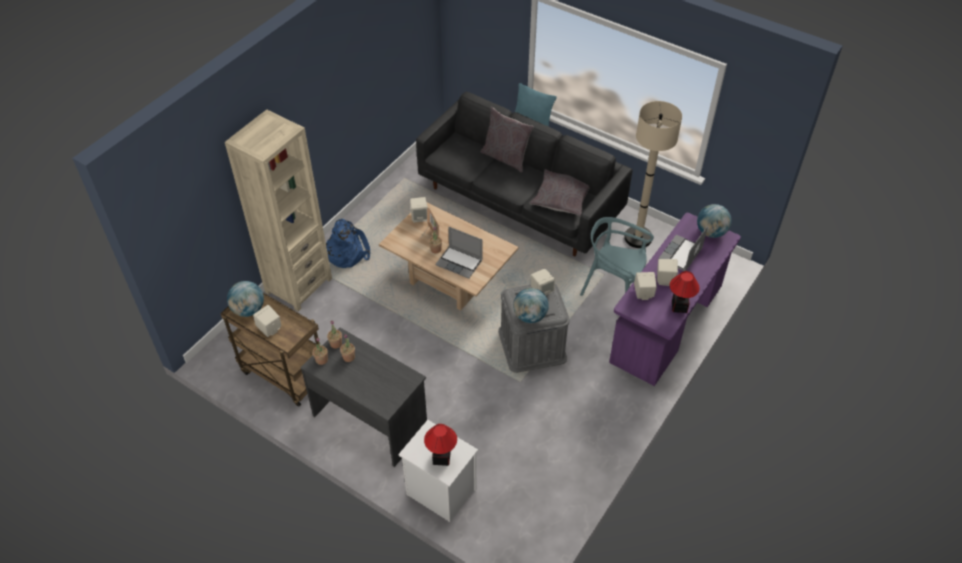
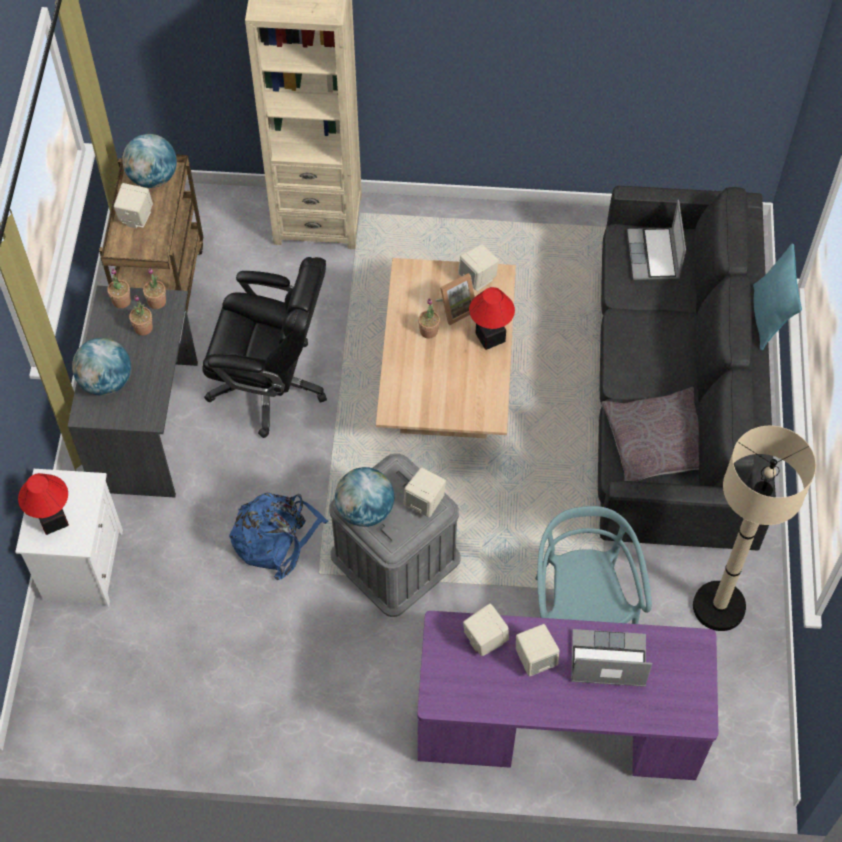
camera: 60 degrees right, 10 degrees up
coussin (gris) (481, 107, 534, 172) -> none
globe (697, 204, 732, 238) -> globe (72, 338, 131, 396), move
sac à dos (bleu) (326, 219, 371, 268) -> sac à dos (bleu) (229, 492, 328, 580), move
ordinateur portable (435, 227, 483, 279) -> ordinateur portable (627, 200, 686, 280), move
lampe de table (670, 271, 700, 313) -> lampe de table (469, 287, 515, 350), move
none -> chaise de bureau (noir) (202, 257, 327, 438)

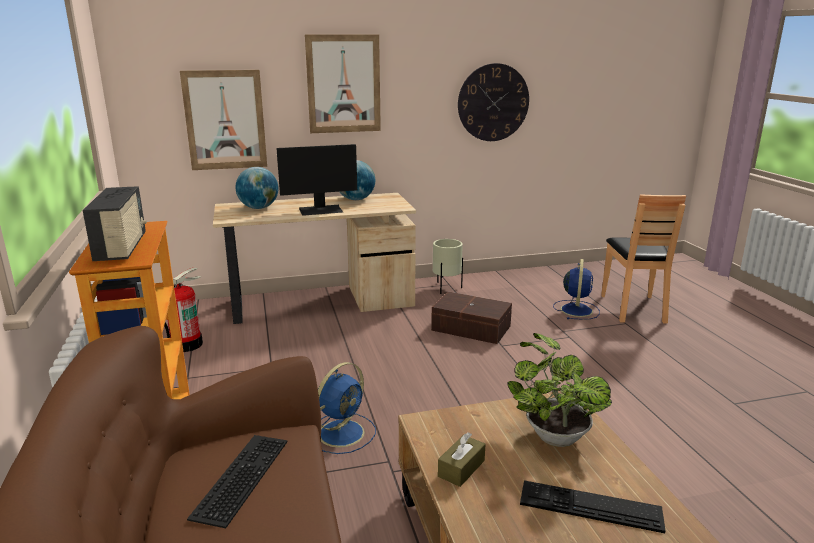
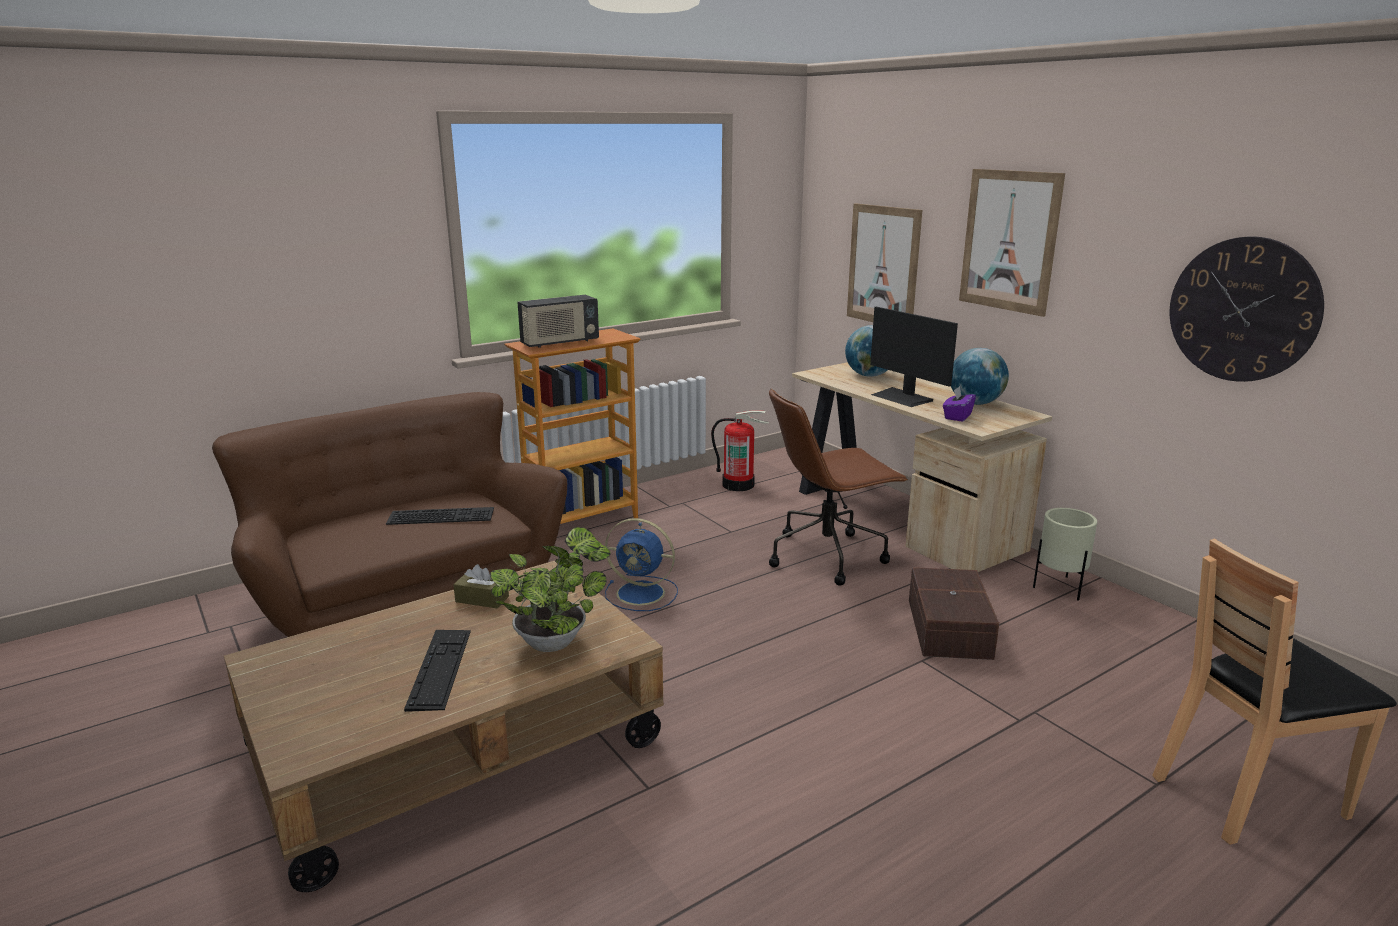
camera: 70 degrees right, 0 degrees up
ventilateur (bleu) (553, 259, 600, 320) -> none
none -> boîte à mouchoirs (violet) (943, 386, 976, 422)
none -> chaise de bureau (marron) (769, 389, 908, 586)

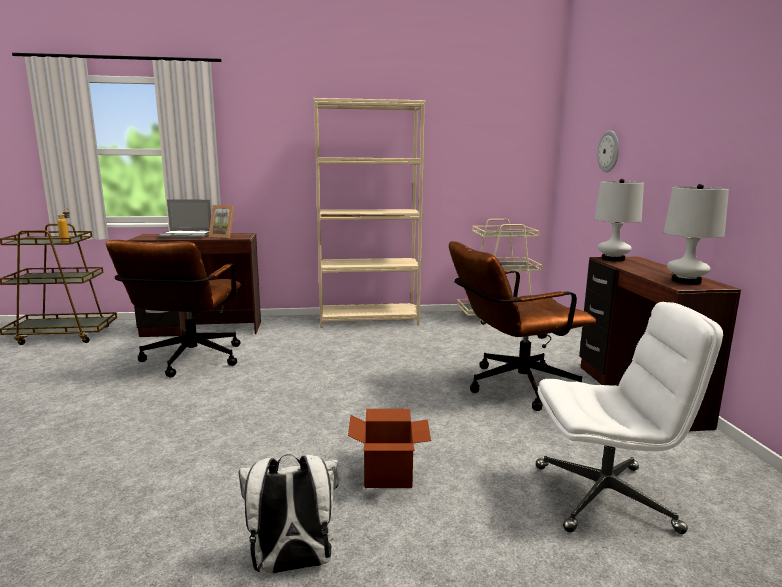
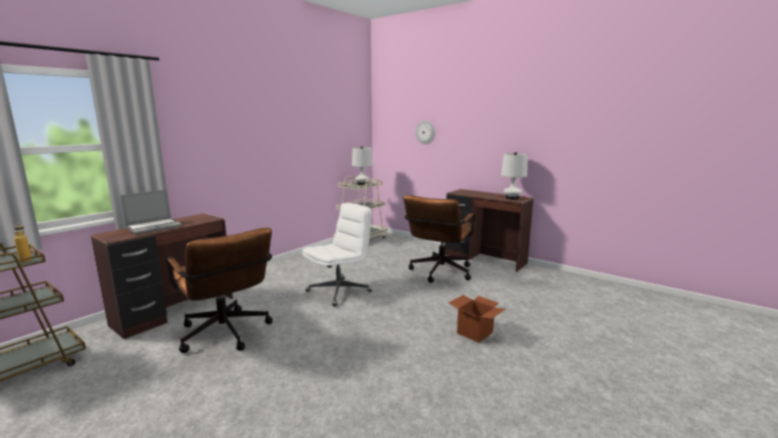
camera: 45 degrees left, 0 degrees up
bibliothèque (beige) (314, 98, 425, 328) -> none
lampe de table (blanc) (594, 179, 644, 261) -> lampe de table (blanc) (352, 146, 373, 185), move
cadre photo (209, 205, 234, 238) -> none
chaise de bureau (blanc) (536, 302, 723, 534) -> chaise de bureau (blanc) (302, 203, 372, 306), move
sac à dos (blanc) (239, 454, 339, 573) -> none

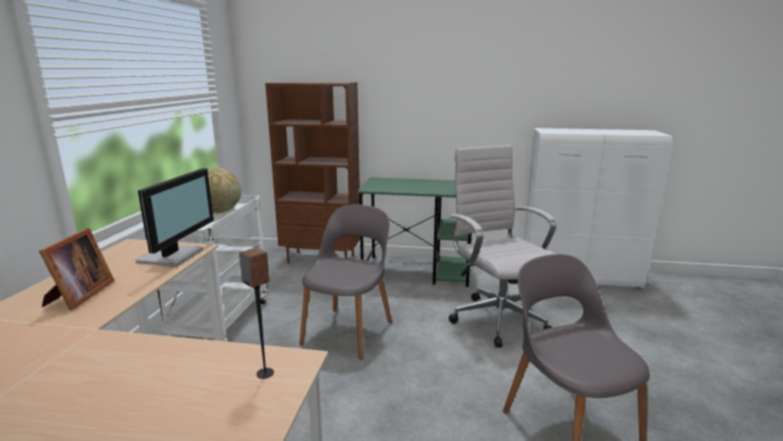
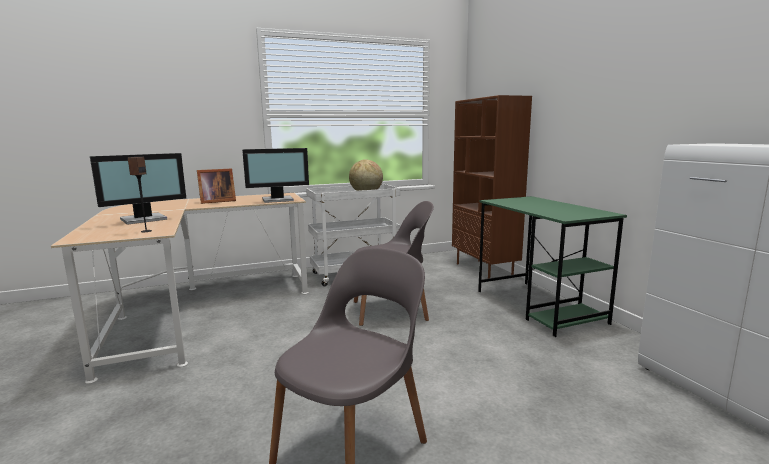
camera: 60 degrees right, 5 degrees down
chaise de bureau (blanc) (449, 145, 557, 348) -> none
none -> écran d'ordinateur (90, 153, 187, 225)

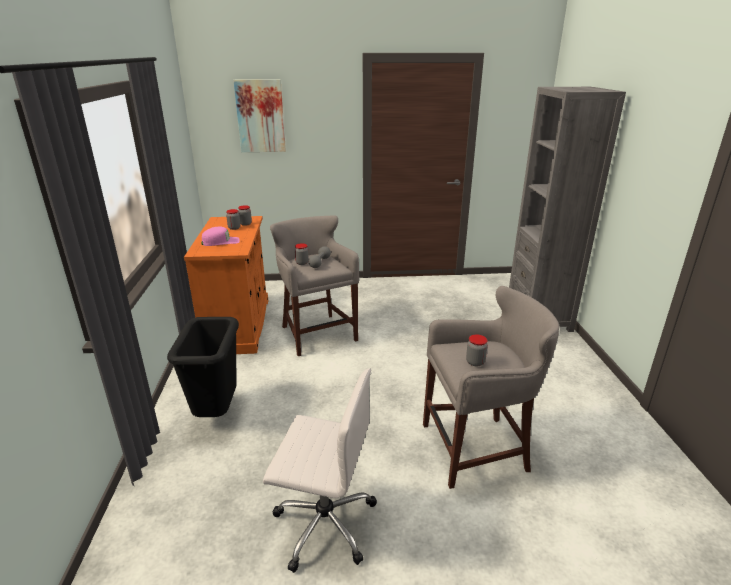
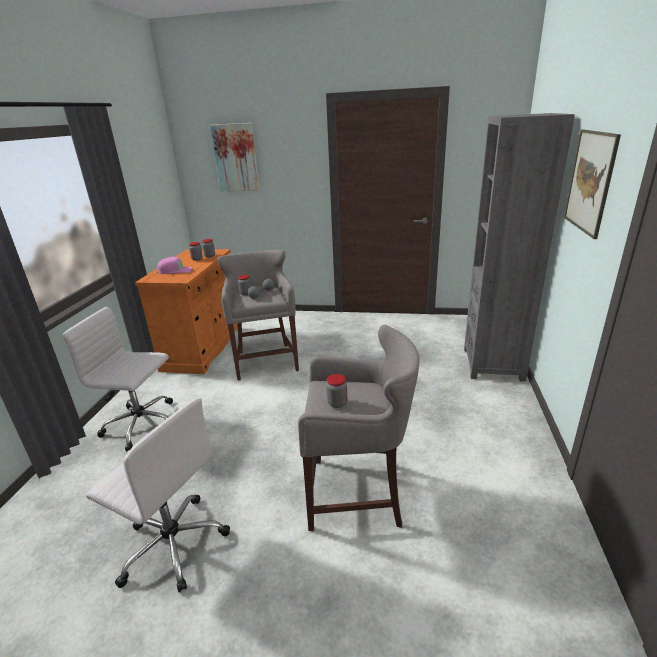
camera: 15 degrees right, 0 degrees up
poubelle (noir) (167, 317, 239, 417) -> chaise de bureau (blanc) (62, 307, 173, 452)
none -> tableau (564, 130, 621, 239)

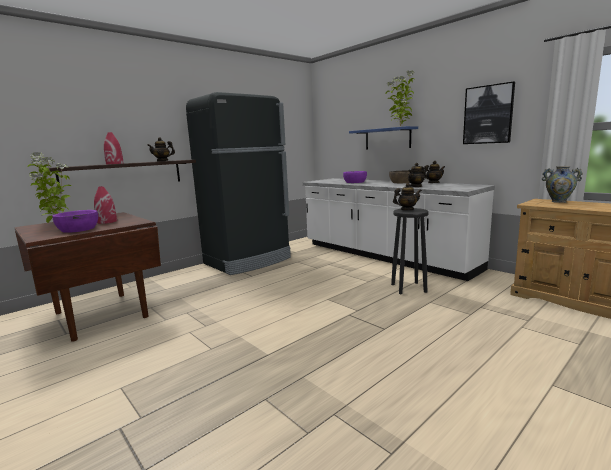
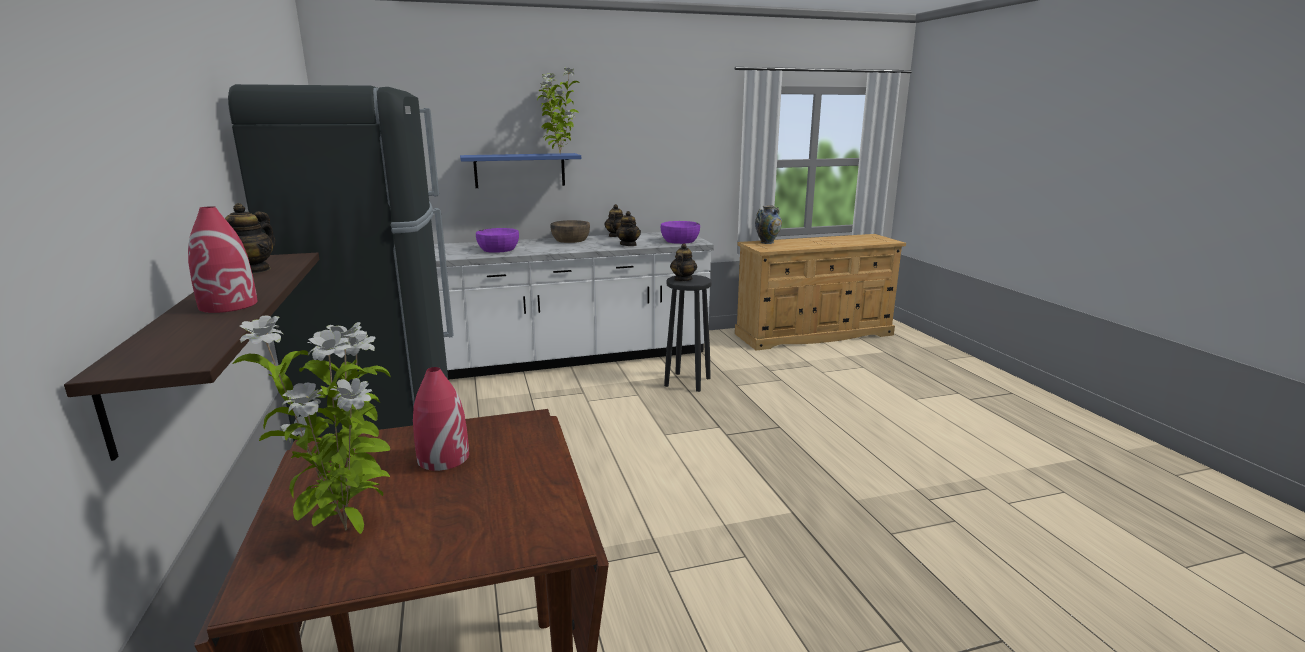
camera: 65 degrees left, 5 degrees up
tableau (463, 81, 515, 144) -> none
bol (violet) (52, 210, 98, 233) -> bol (violet) (661, 221, 700, 244), move

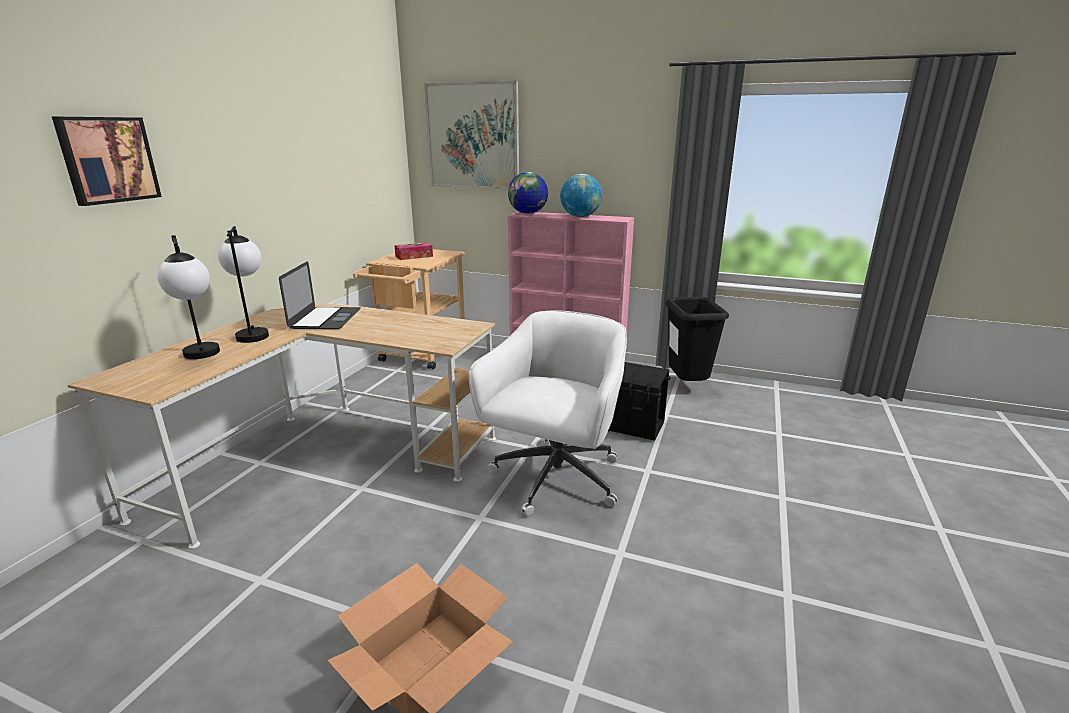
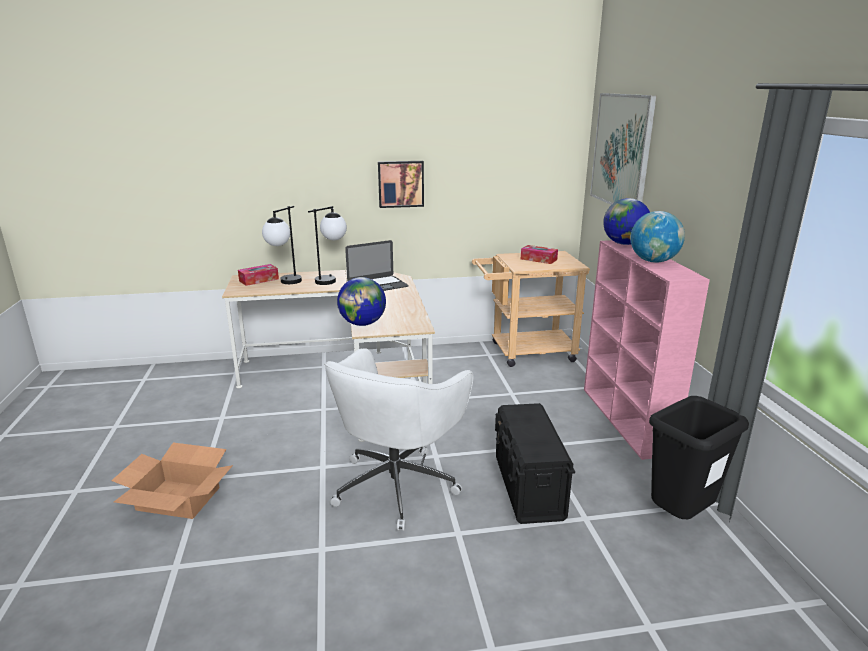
camera: 60 degrees right, 0 degrees up
tableau (52, 117, 162, 206) -> tableau (378, 161, 424, 208), move
chaise de bureau (blanc) (469, 310, 627, 517) -> chaise de bureau (blanc) (324, 348, 473, 531), 120 degrees clockwise
none -> boîte à mouchoirs (238, 264, 279, 286)
none -> globe (337, 277, 386, 326)

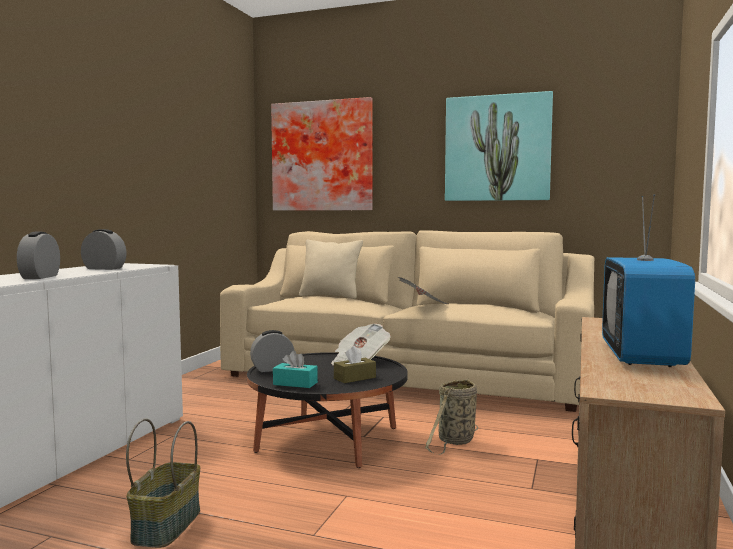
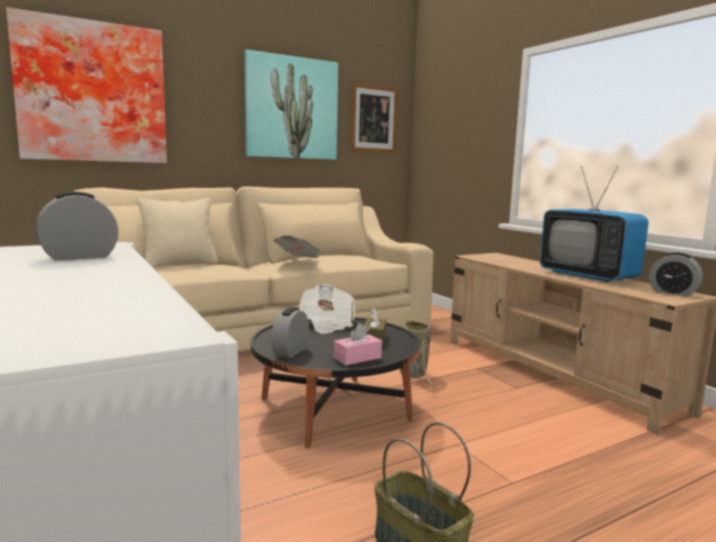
camera: 50 degrees left, 5 degrees up
réveil (17, 232, 60, 279) -> réveil (649, 252, 703, 297), move
boîte à mouchoirs (turquoise) (273, 351, 318, 388) -> boîte à mouchoirs (rose) (334, 323, 382, 365)
none -> tableau (351, 83, 398, 153)

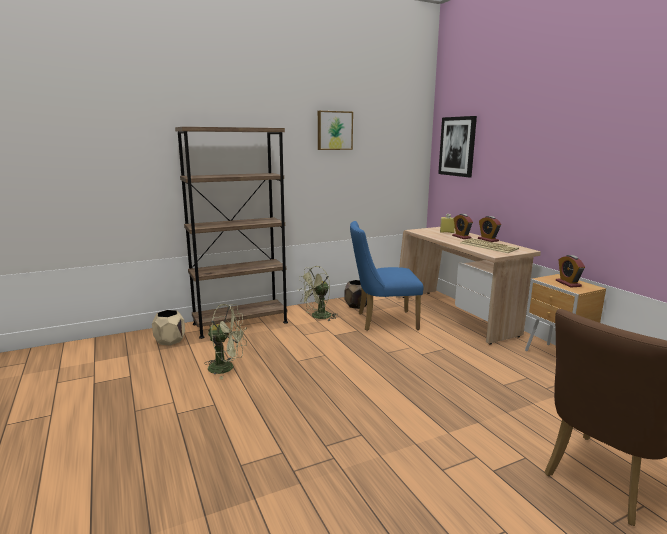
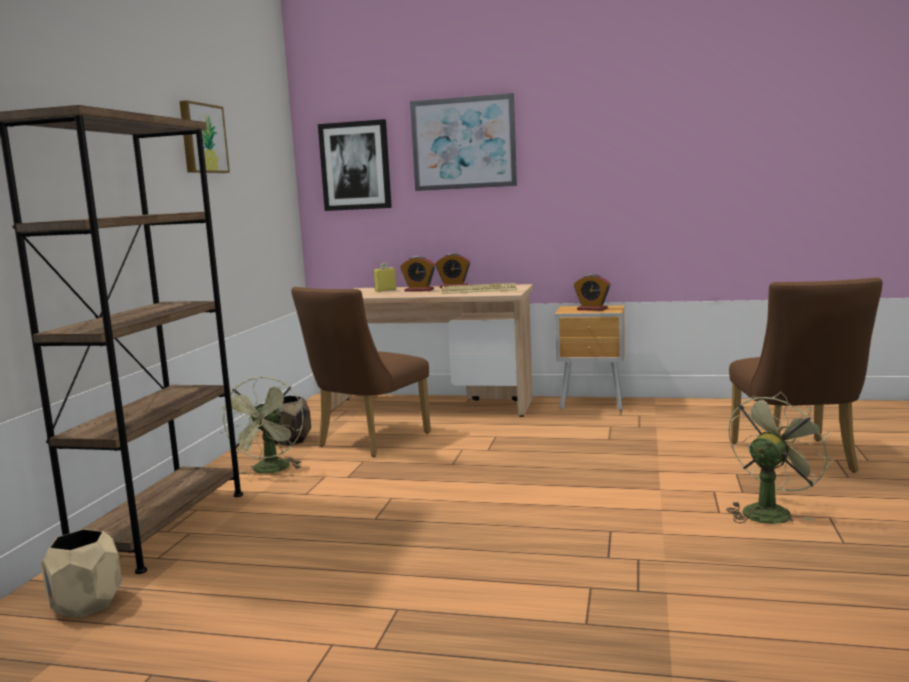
camera: 50 degrees left, 5 degrees down
chaise (bleu) (350, 221, 424, 331) -> chaise (marron) (291, 287, 431, 457)
ventilateur (vert) (204, 304, 247, 380) -> ventilateur (vert) (726, 392, 833, 524), move
none -> tableau (410, 93, 517, 191)

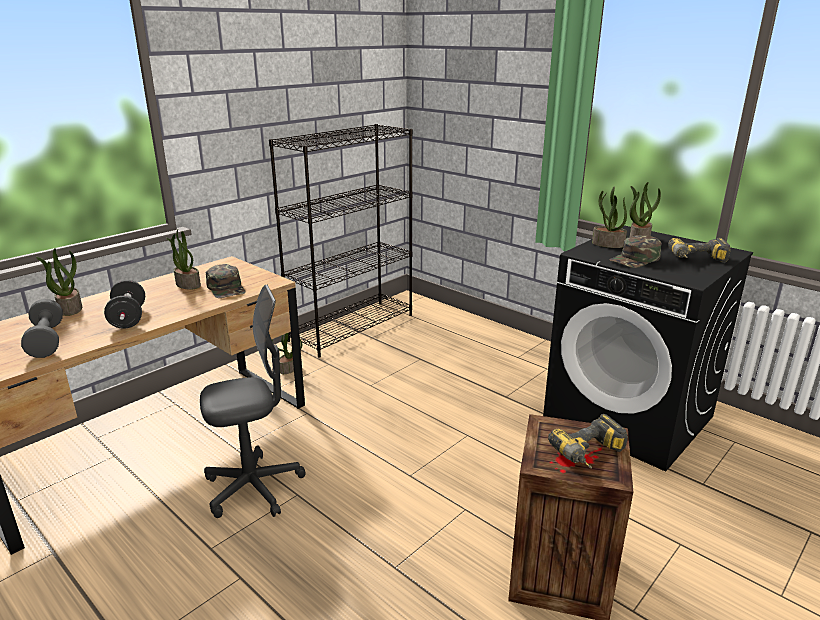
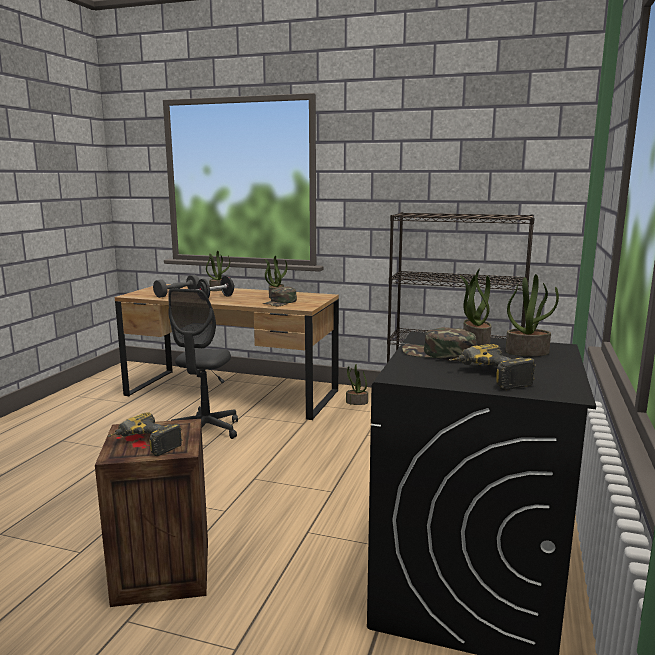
camera: 65 degrees right, 10 degrees down
chaise de bureau (gris) (200, 285, 306, 518) -> chaise de bureau (gris) (168, 288, 238, 439), 60 degrees clockwise

